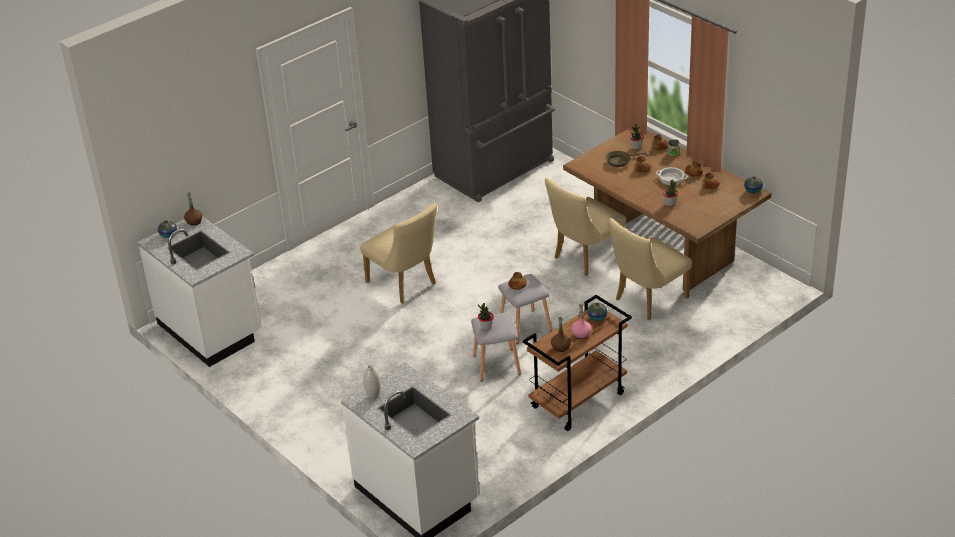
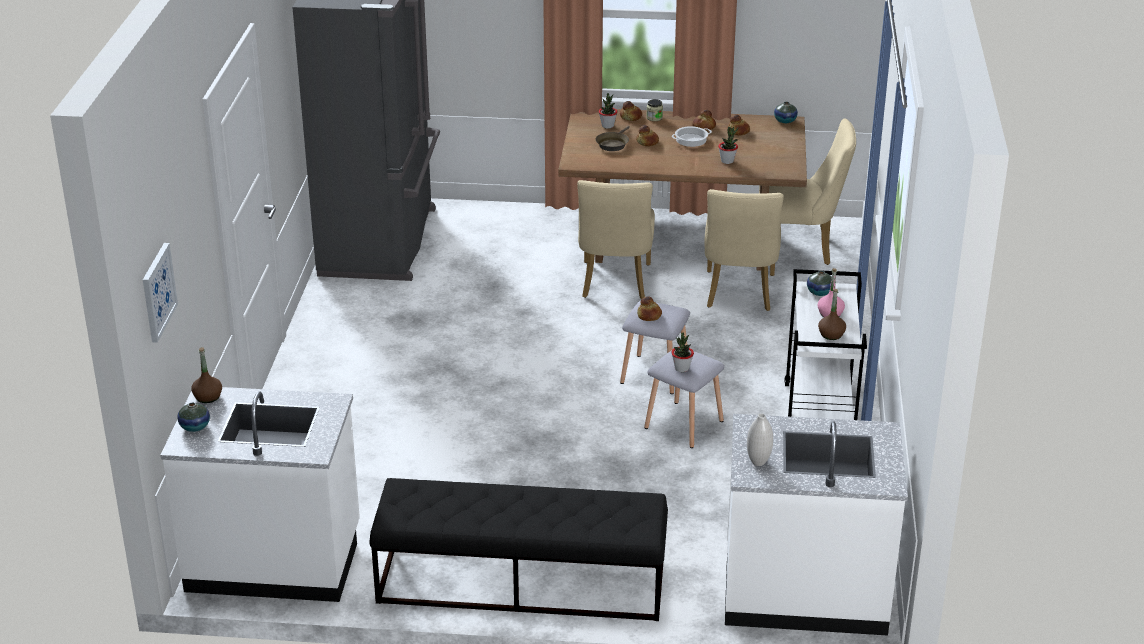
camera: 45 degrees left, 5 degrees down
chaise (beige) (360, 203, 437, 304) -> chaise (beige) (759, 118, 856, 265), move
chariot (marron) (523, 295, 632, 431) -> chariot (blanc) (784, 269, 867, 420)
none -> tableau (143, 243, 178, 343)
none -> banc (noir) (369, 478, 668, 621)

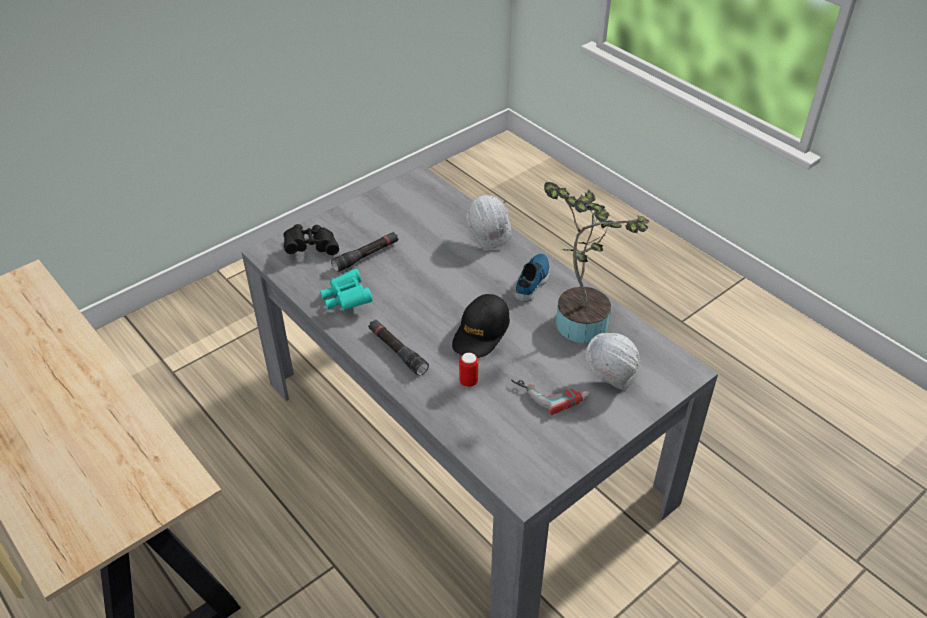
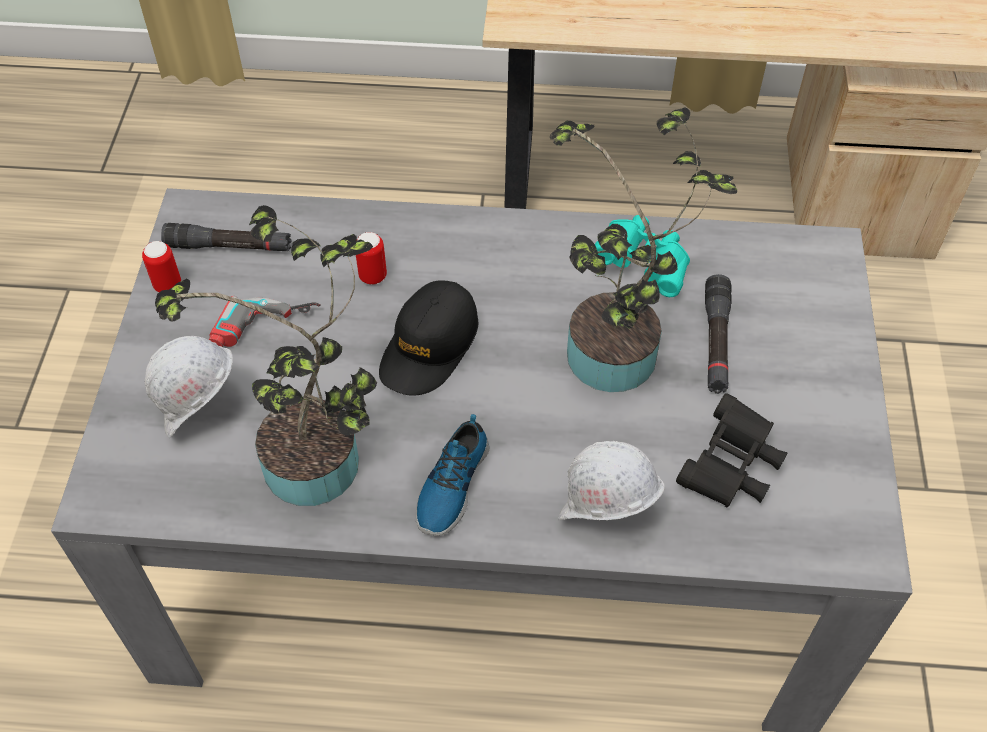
camera: 135 degrees right, 10 degrees up
jumelles (noir) (283, 224, 339, 255) -> jumelles (noir) (676, 393, 788, 507), move
chaussure (514, 254, 550, 302) -> chaussure (415, 414, 490, 536), 45 degrees clockwise
casquette (noir) (452, 294, 510, 358) -> casquette (noir) (379, 280, 478, 396), 135 degrees counterclockwise
lampe de poche (noir) (368, 320, 429, 376) -> lampe de poche (noir) (161, 223, 292, 251), move
none -> plante en pot (550, 107, 737, 392)
none -> boîte métallique (142, 241, 181, 292)

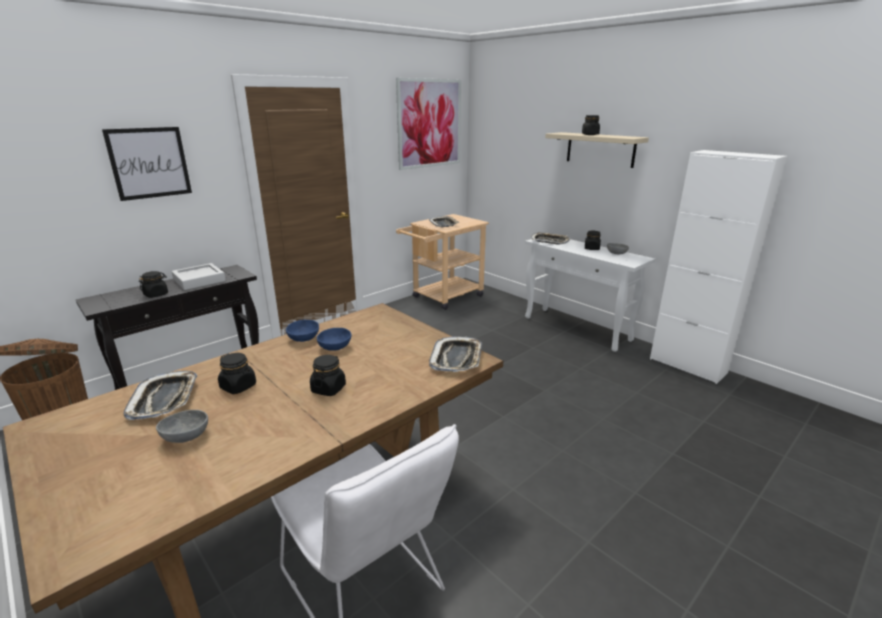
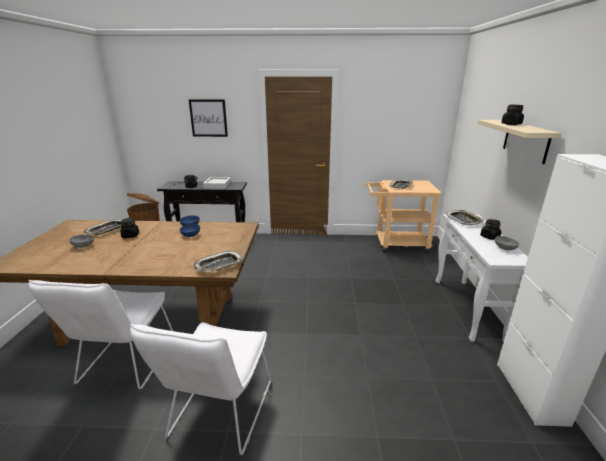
camera: 45 degrees right, 0 degrees up
tableau (396, 78, 461, 170) -> none
bocal (noir) (310, 355, 346, 396) -> none
none -> chaise (blanc) (130, 322, 271, 455)

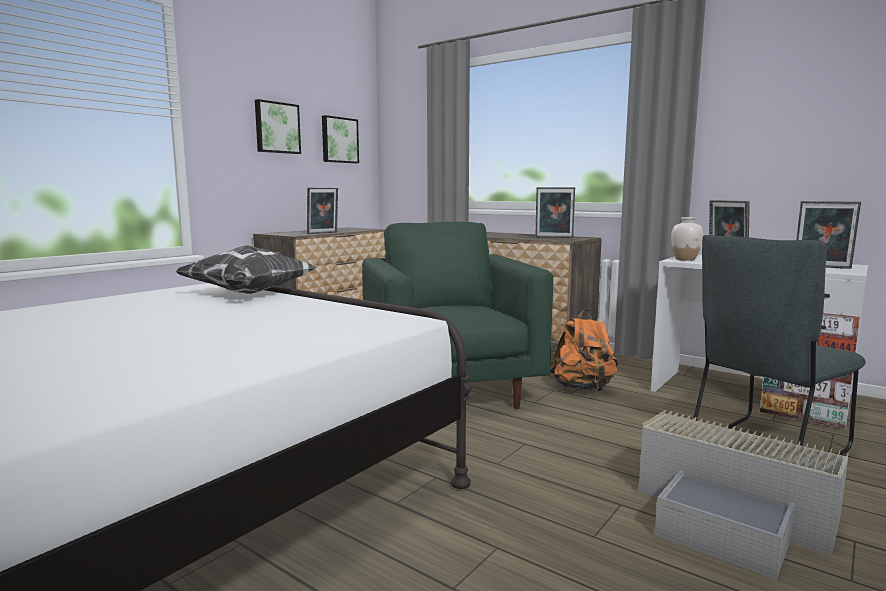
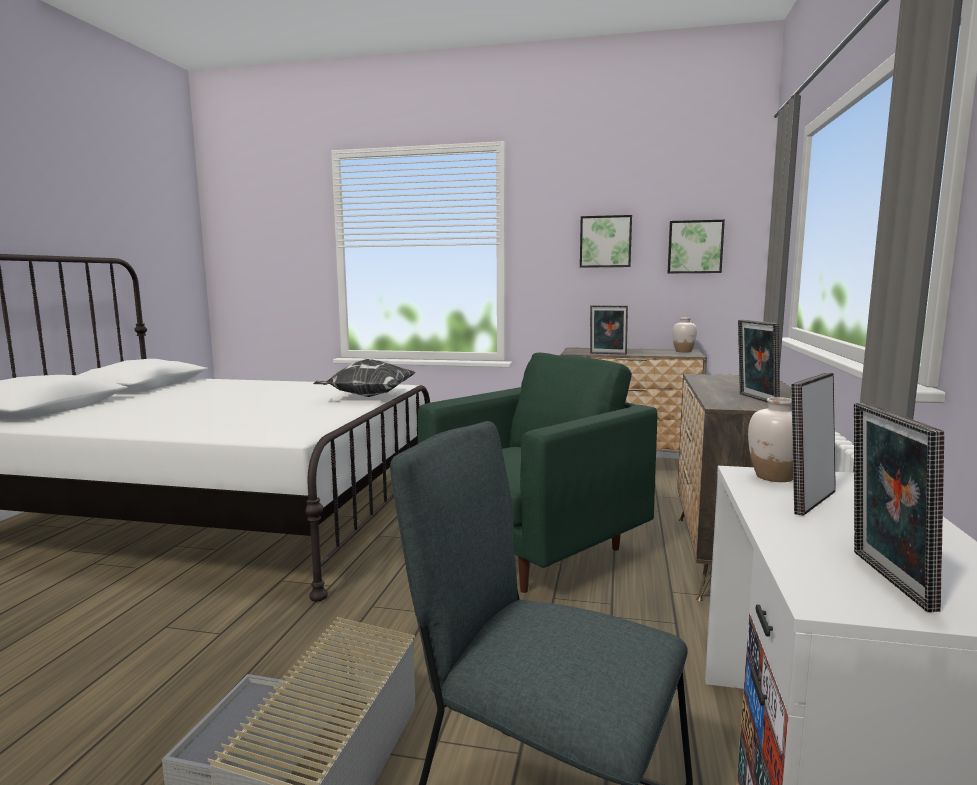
camera: 65 degrees right, 0 degrees up
sac à dos (orange) (549, 309, 618, 392) -> none
none -> vase (blanc) (672, 318, 697, 353)

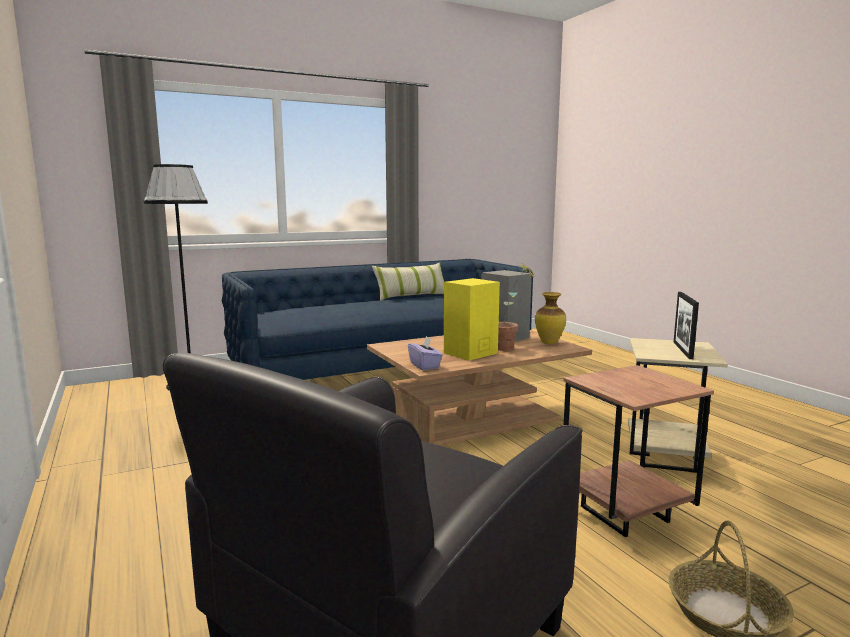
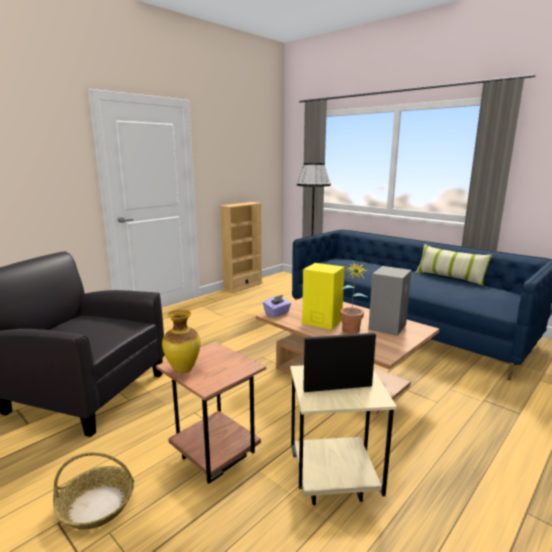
camera: 70 degrees right, 5 degrees up
vase (535, 292, 566, 344) -> vase (162, 310, 201, 373), move
none -> bibliothèque (beige) (220, 202, 263, 293)

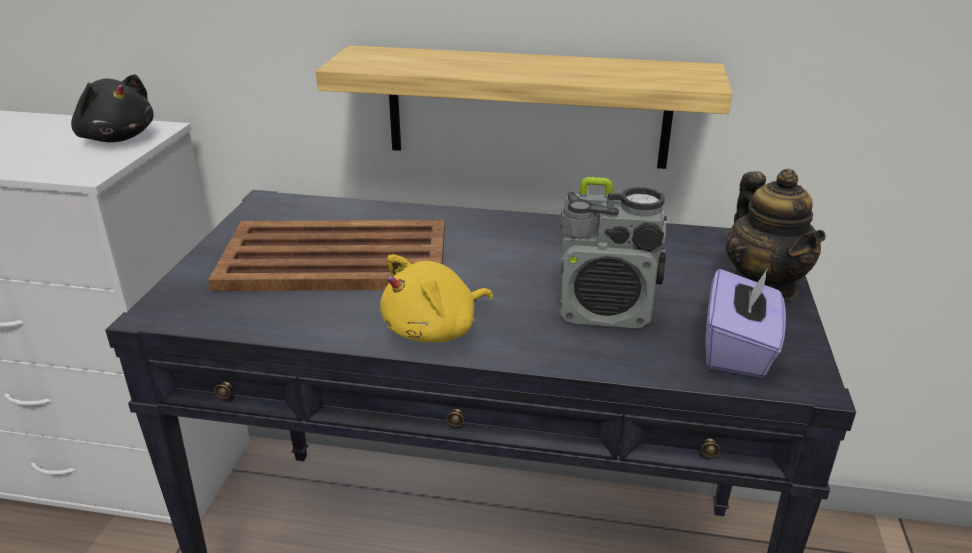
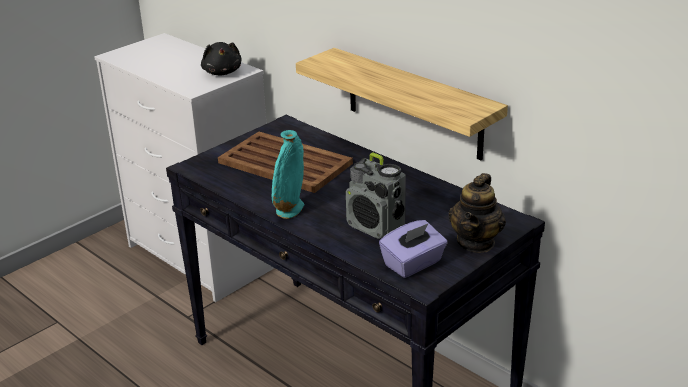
camera: 35 degrees right, 0 degrees up
peluche (jaune) (380, 254, 493, 342) -> vase (turquoise) (272, 130, 304, 219)

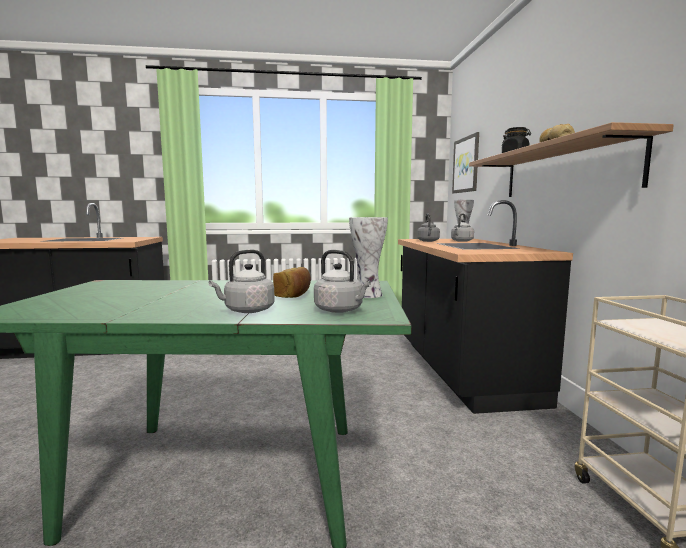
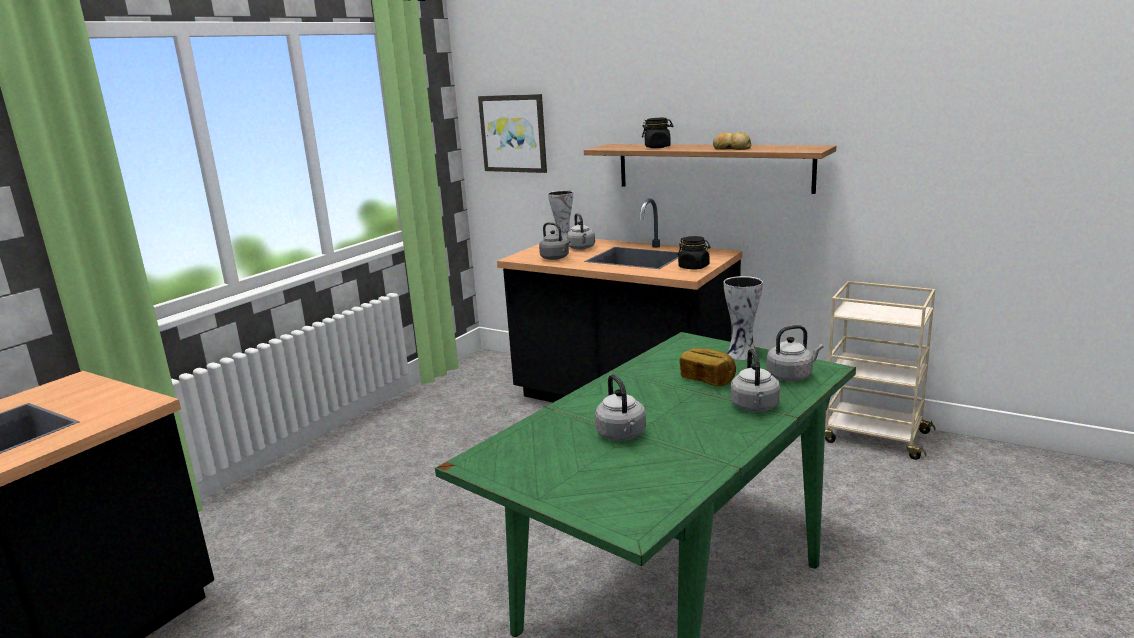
camera: 50 degrees left, 10 degrees up
none -> bocal (noir) (678, 236, 710, 270)
none -> bouilloire (gris) (595, 374, 646, 441)

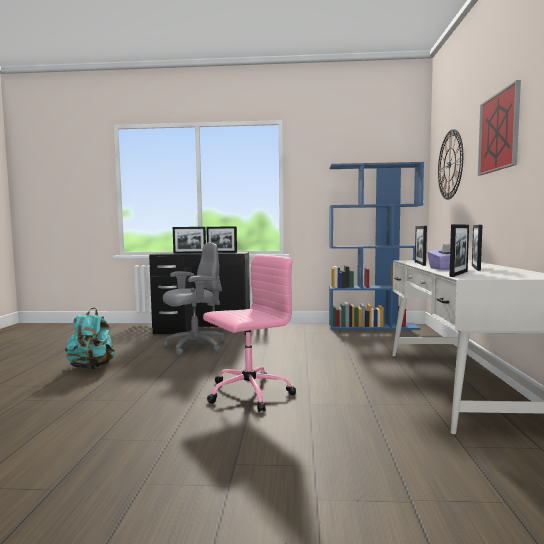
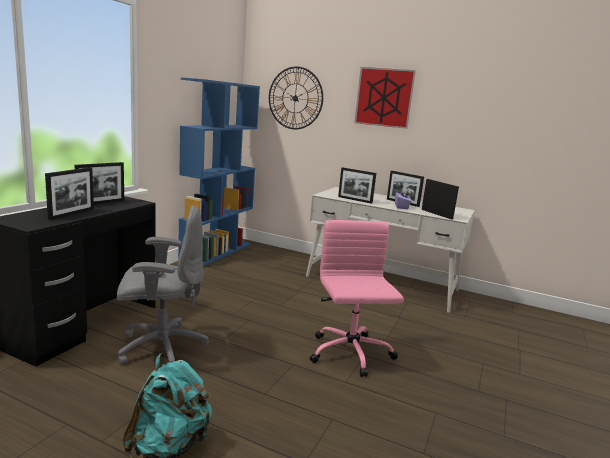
camera: 70 degrees left, 10 degrees up
chaise de bureau (gris) (163, 242, 225, 355) -> chaise de bureau (gris) (117, 206, 209, 365), 90 degrees clockwise

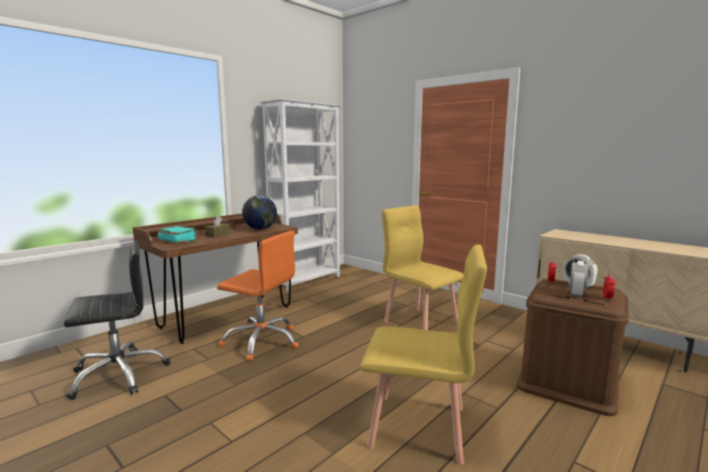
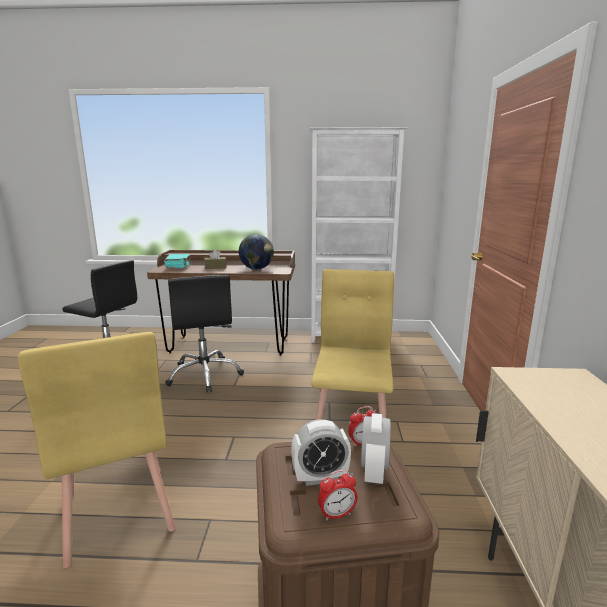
camera: 50 degrees right, 5 degrees up
chaise de bureau (orange) (217, 231, 299, 361) -> chaise de bureau (noir) (165, 275, 244, 392)

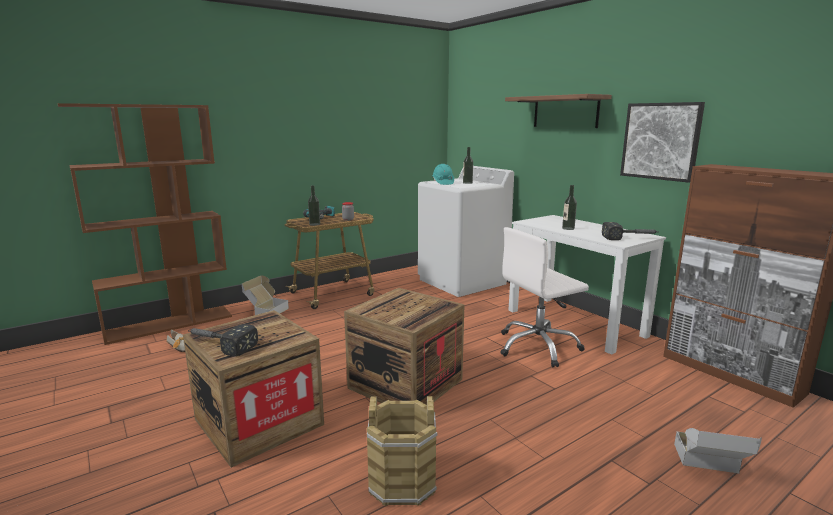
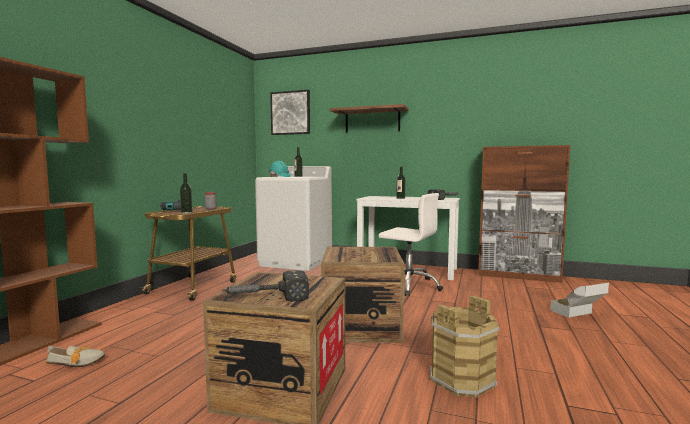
camera: 35 degrees left, 10 degrees down
tableau (620, 102, 705, 183) -> tableau (270, 90, 310, 135), move
chaise de bureau (blanc) (500, 227, 589, 367) -> chaise de bureau (blanc) (379, 193, 443, 296), 90 degrees counterclockwise
carton (242, 276, 289, 315) -> none

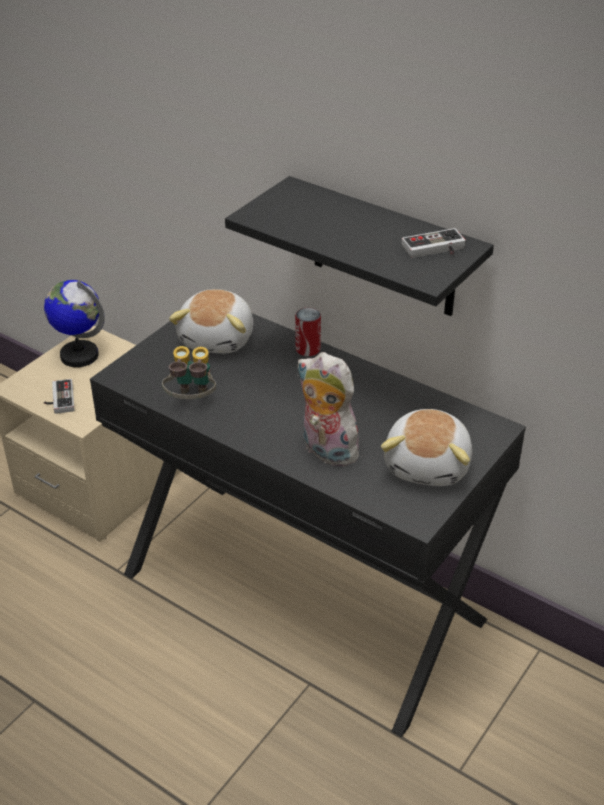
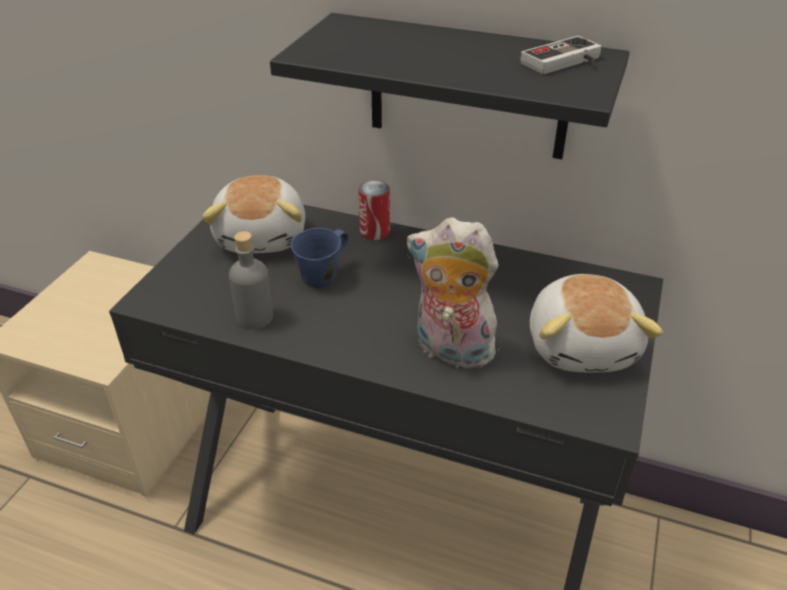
camera: 15 degrees left, 0 degrees up
globe (44, 280, 105, 367) -> none
jumelles (162, 346, 216, 399) -> bouteille (gris) (229, 231, 273, 330)
manette (44, 379, 74, 414) -> none
none -> mug (bleu) (291, 228, 348, 288)

